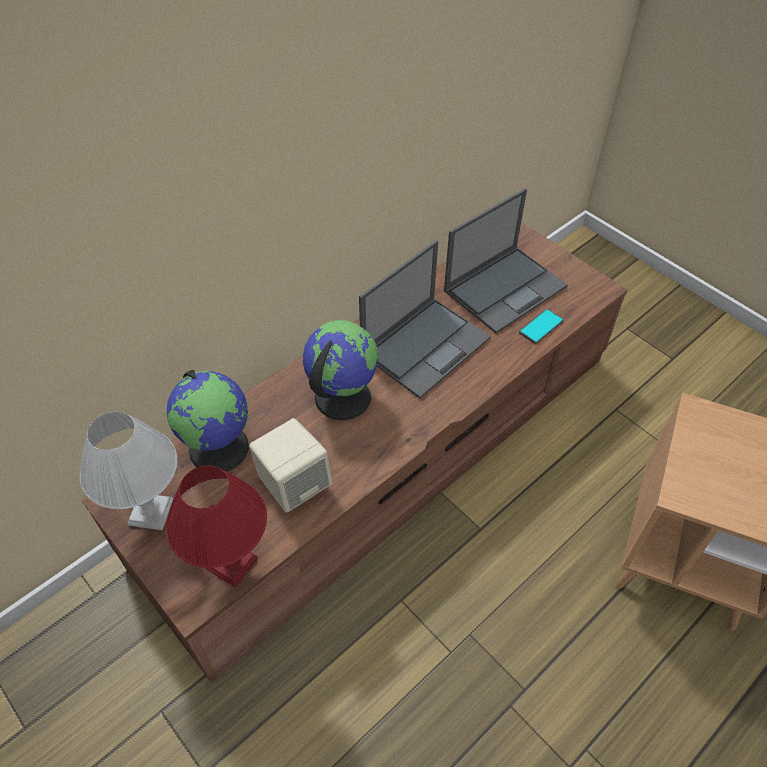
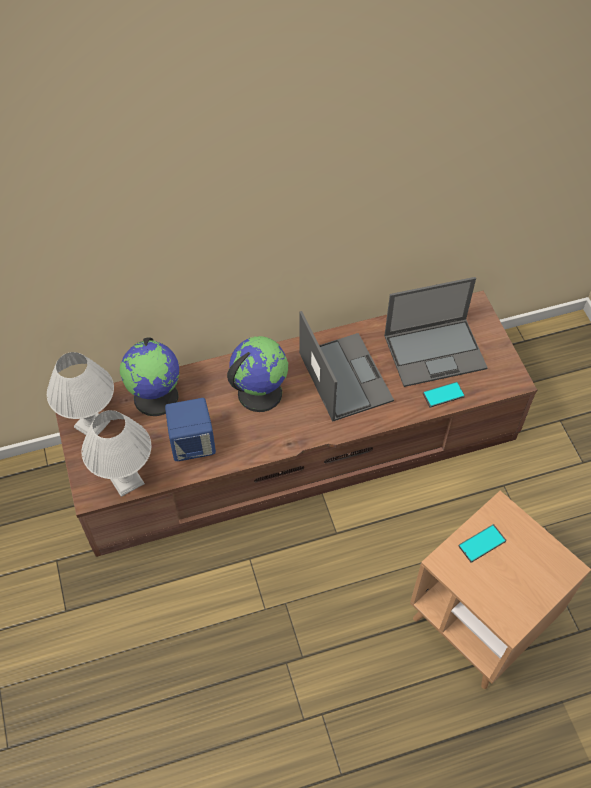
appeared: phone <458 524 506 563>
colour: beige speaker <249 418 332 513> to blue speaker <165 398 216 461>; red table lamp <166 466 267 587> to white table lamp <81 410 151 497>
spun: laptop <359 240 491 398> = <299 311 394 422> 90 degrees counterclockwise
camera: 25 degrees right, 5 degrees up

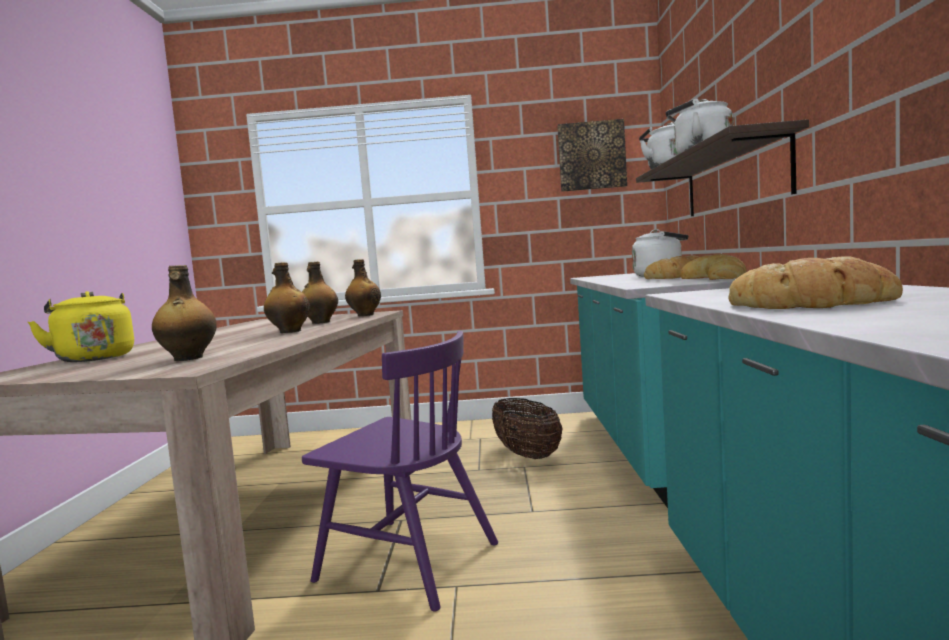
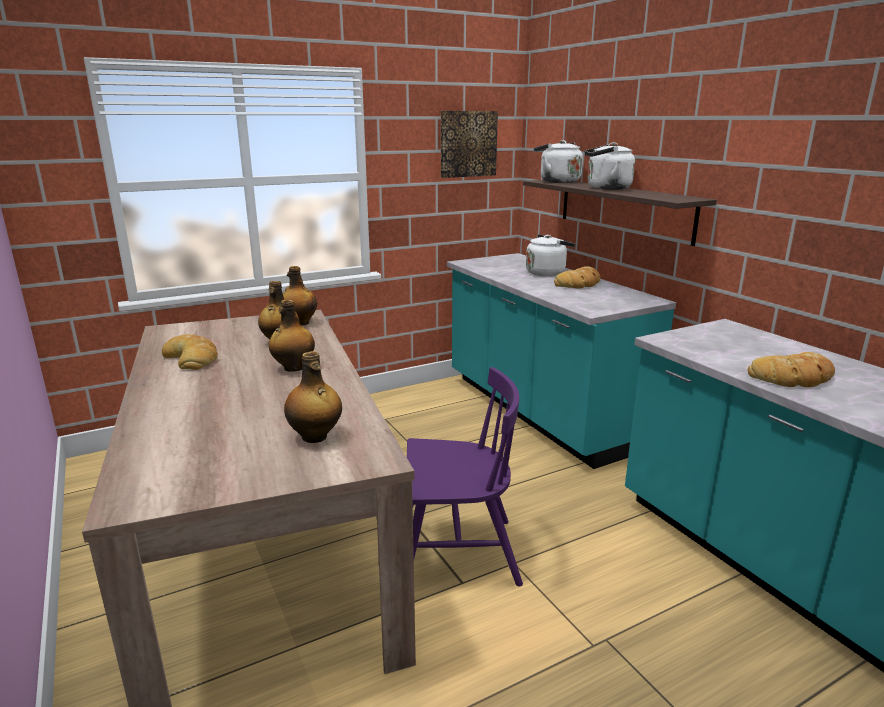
missing: yellow kettle <28 291 134 362>; basket <492 398 563 460>
relocated: bread <680 254 747 280> to <162 334 218 370>
camera: 30 degrees left, 15 degrees up

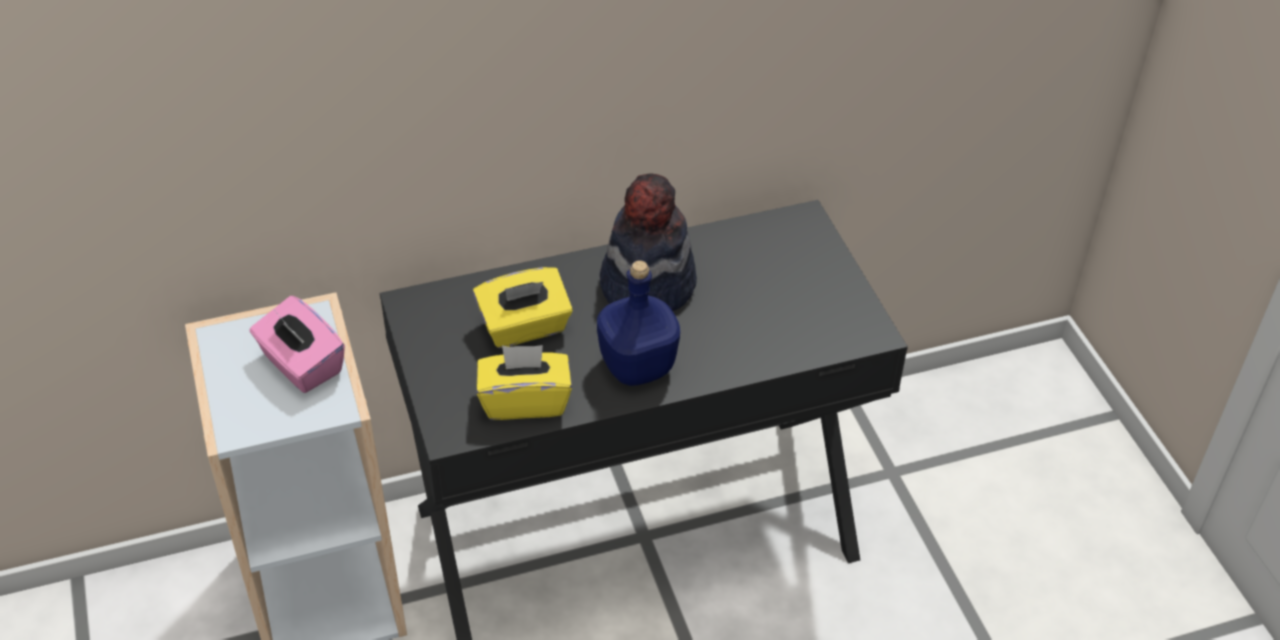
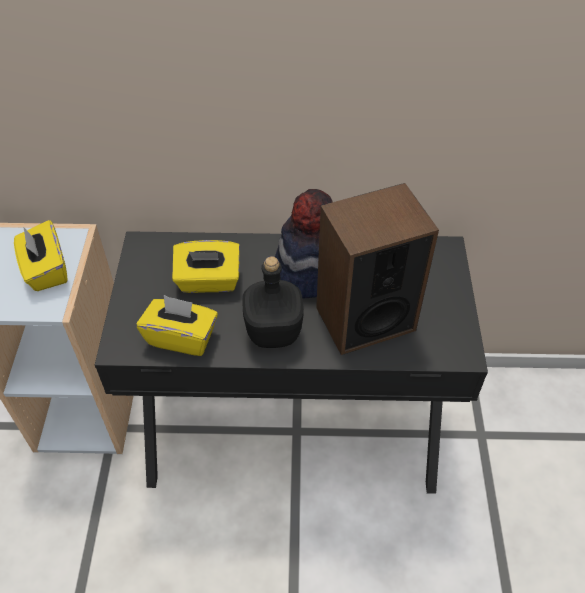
appeared: speaker <316 183 439 355>
colour: blue bottle <597 260 680 386> to black bottle <242 256 304 348>; pink tissue box <249 296 345 393> to yellow tissue box <14 220 68 291>
camera: 20 degrees right, 5 degrees up

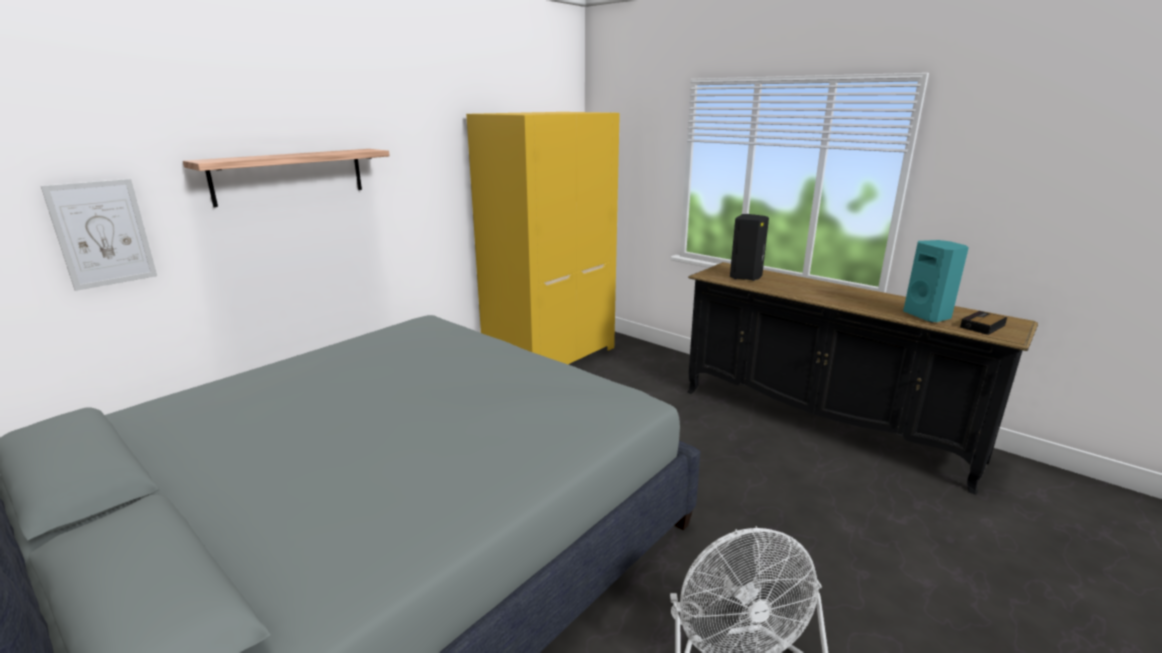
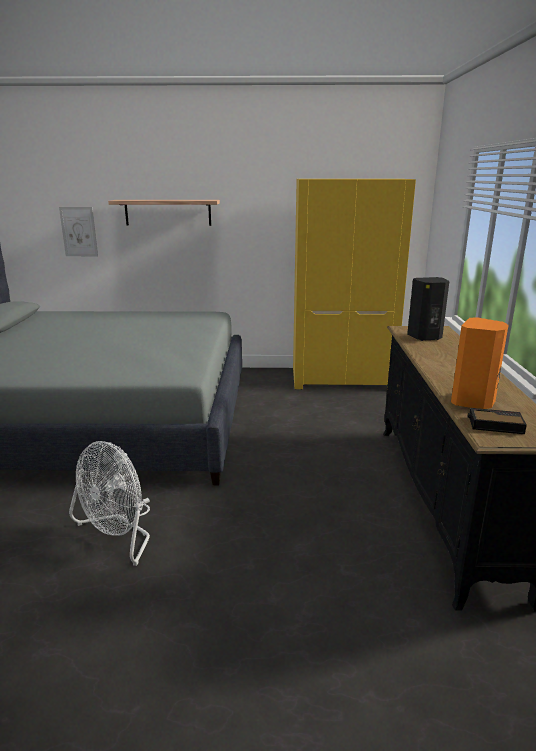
colour: turquoise speaker <903 240 969 322> to orange speaker <451 317 509 409>
camera: 50 degrees right, 0 degrees up

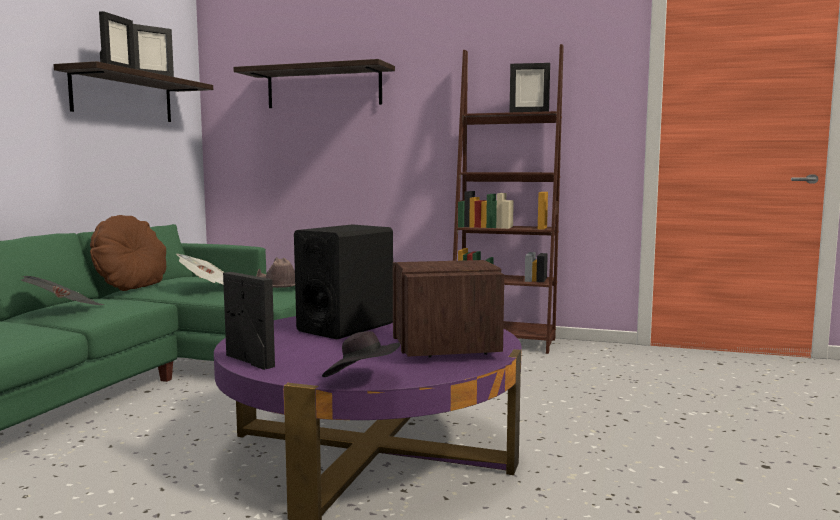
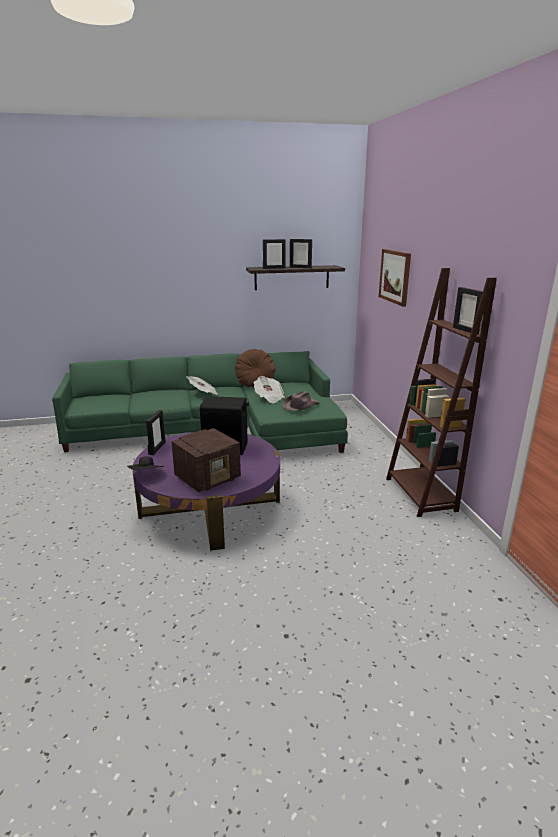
exchanged: shelf <233 59 395 108> to picture <379 249 411 307>
camera: 60 degrees right, 15 degrees up

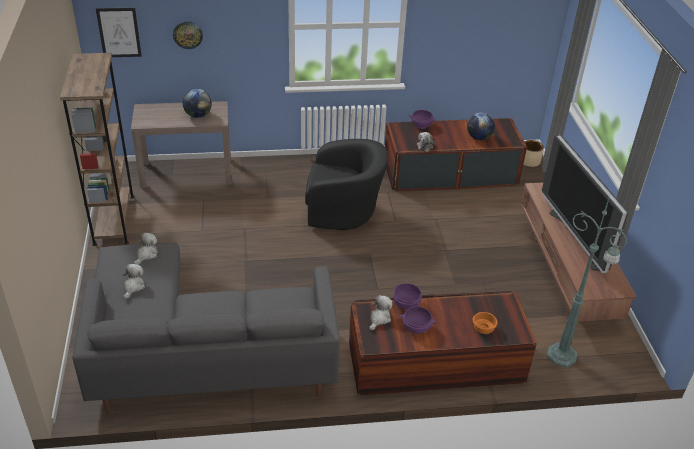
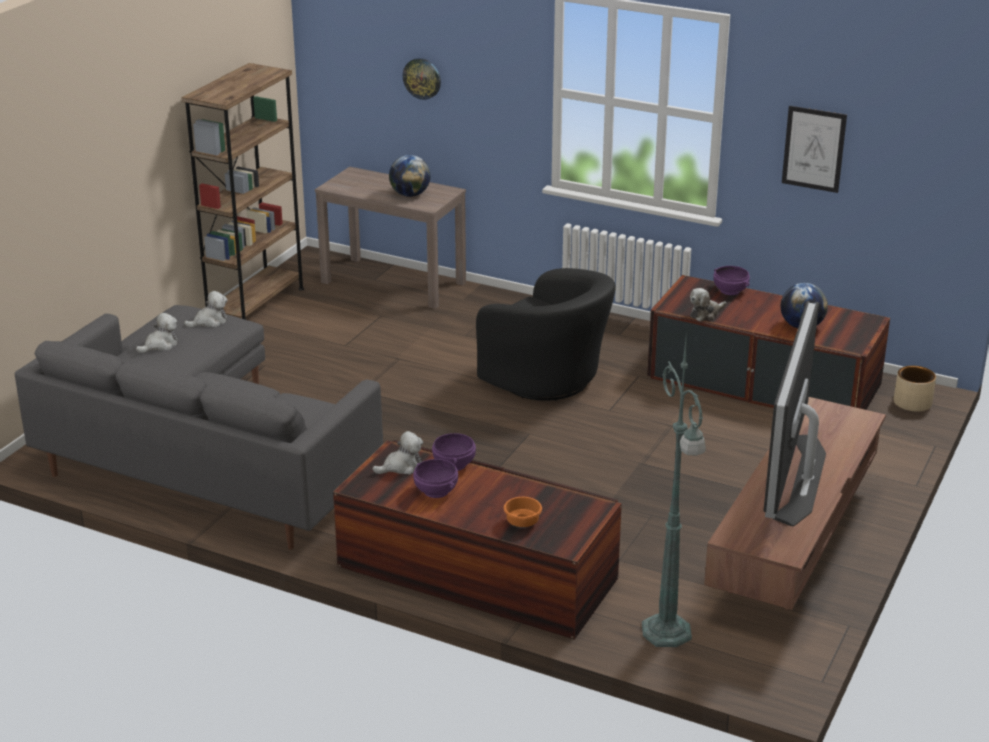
relocated: picture <96 8 142 57> to <782 106 847 193>
camera: 35 degrees right, 10 degrees down

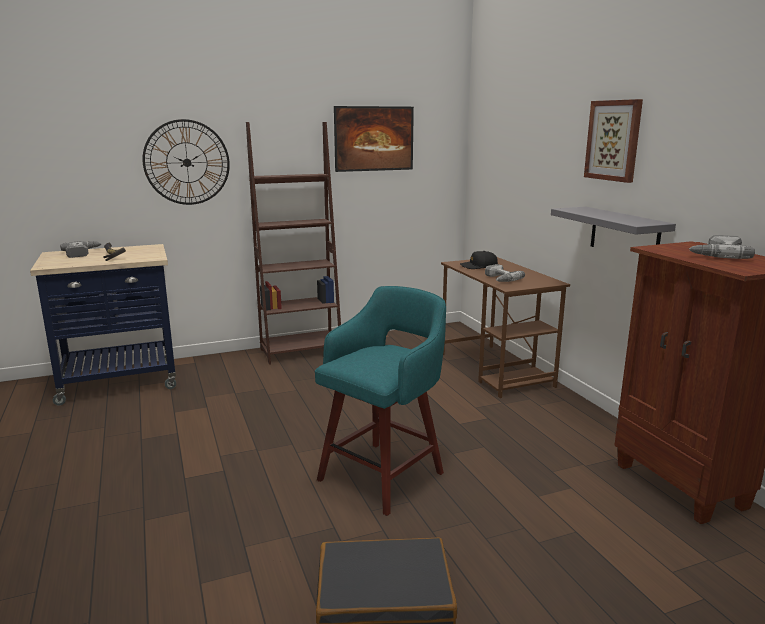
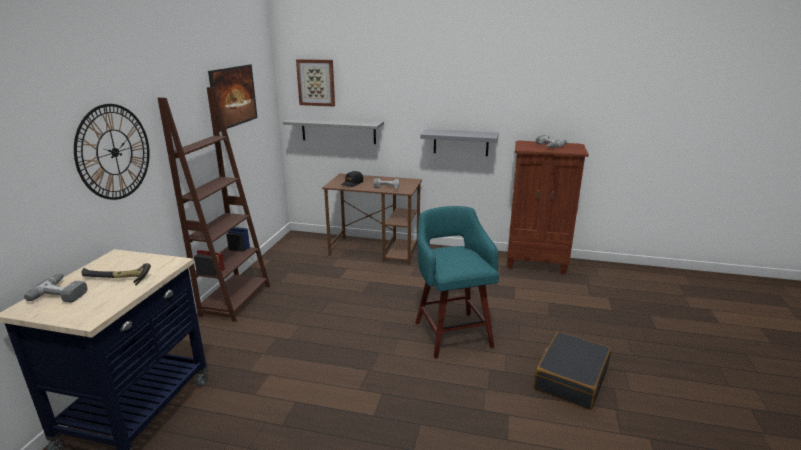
appeared: grey shelf <283 117 384 144>
relocated: picture <584 99 643 183> to <296 59 335 107>
camera: 55 degrees left, 5 degrees up

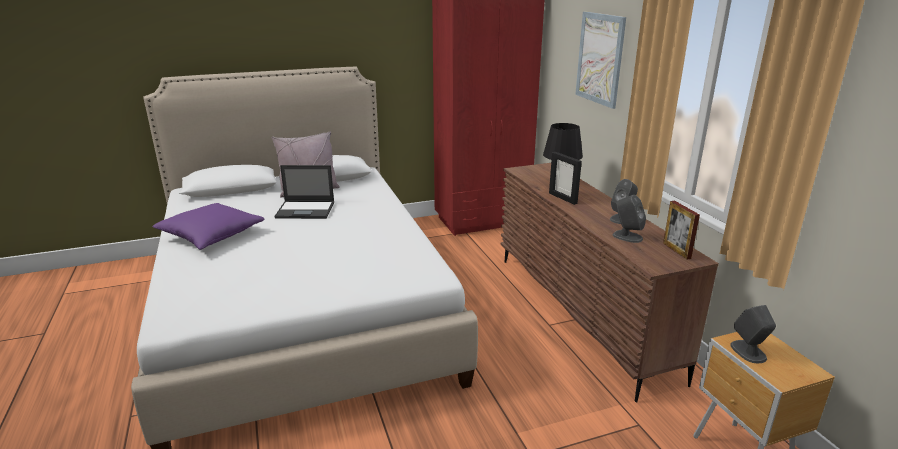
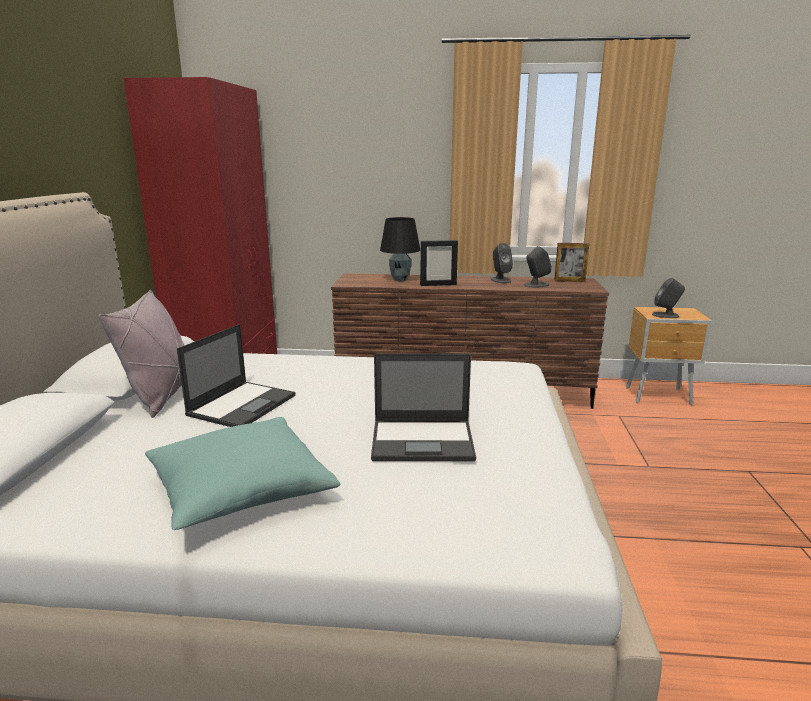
missing: picture <575 12 626 109>
appeared: laptop <371 354 476 461>
colour: purple pillow <152 203 264 250> to turquoise pillow <145 417 340 530>
camera: 65 degrees left, 5 degrees down

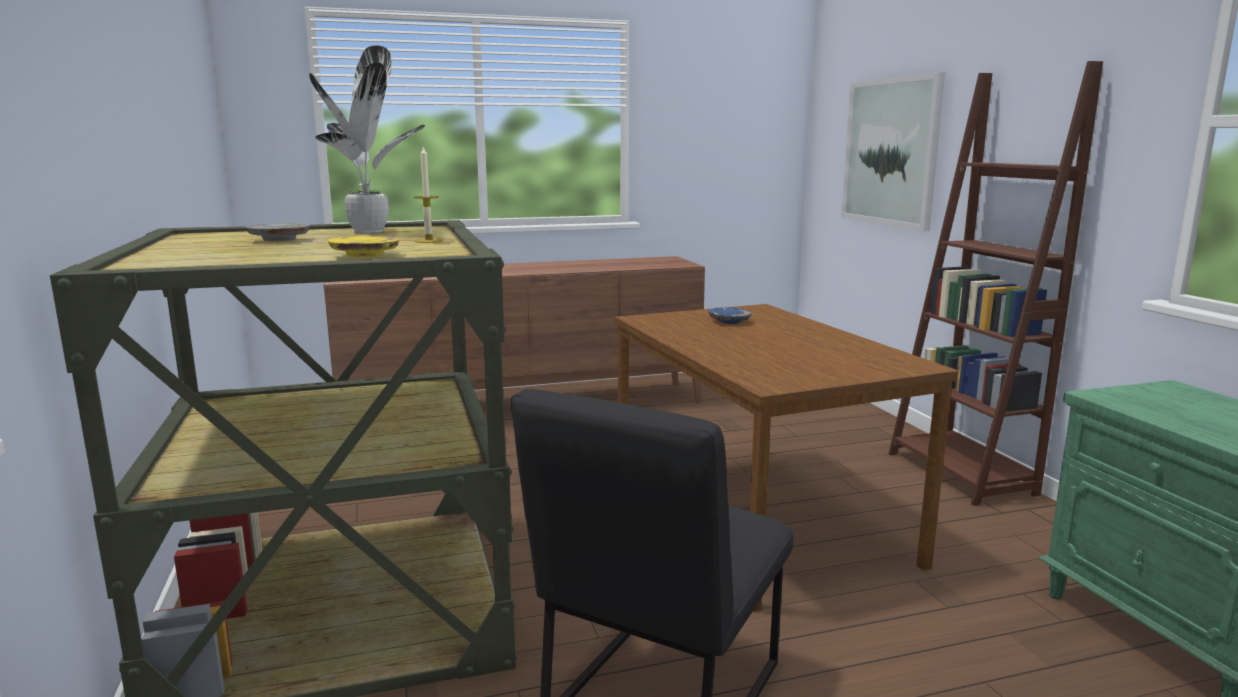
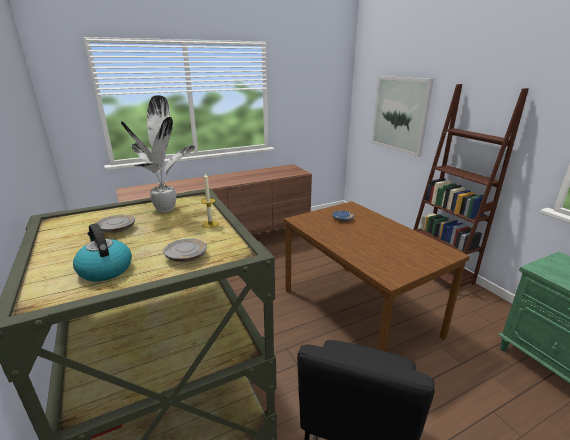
appeared: kettle <73 223 132 281>
colour: yellow plate <327 236 400 257> to grey plate <163 238 207 262>
camera: 10 degrees left, 10 degrees up

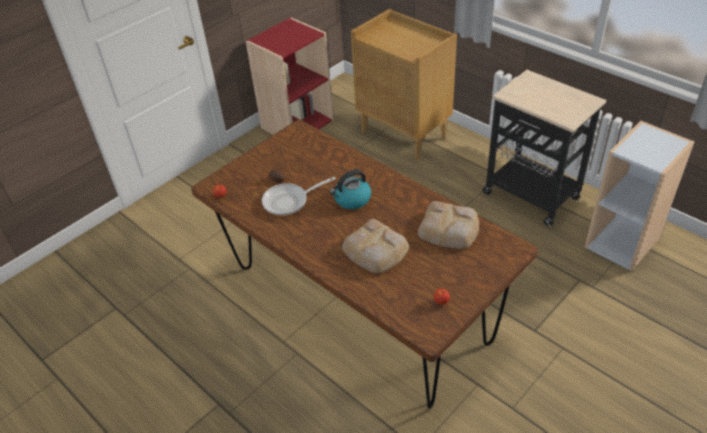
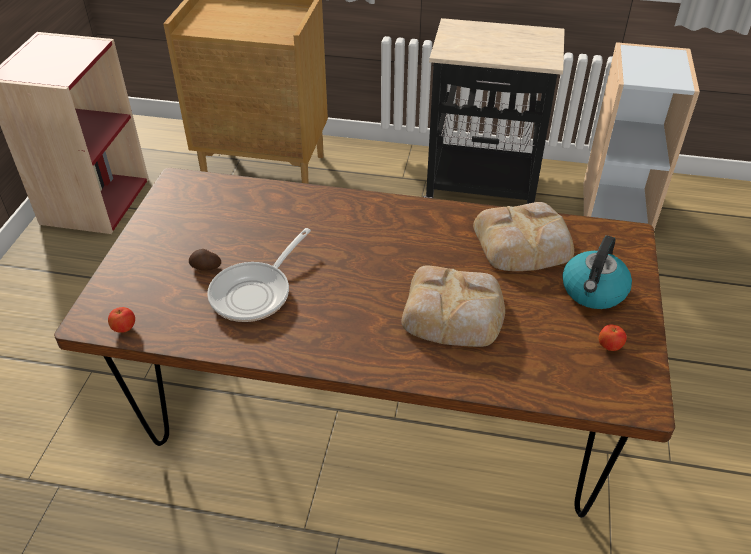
relocated: kettle <330 170 371 209> to <562 236 632 309>
camera: 35 degrees left, 0 degrees up

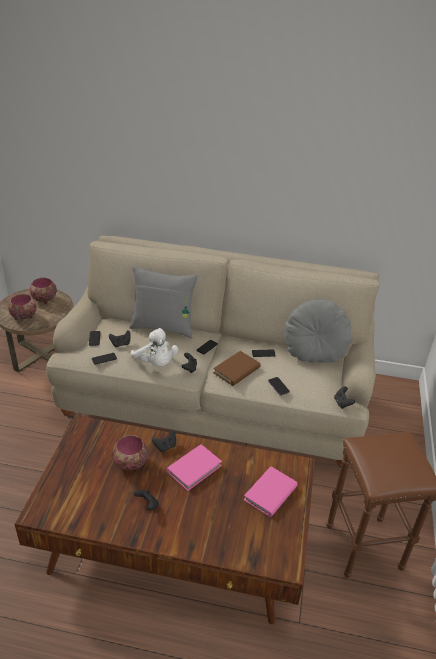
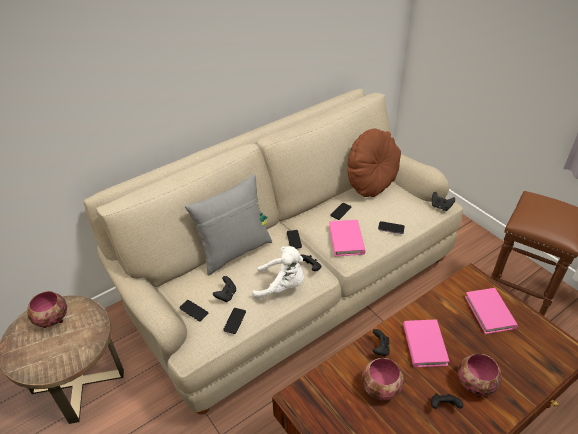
relocated: bowl <8 294 37 320> to <458 354 502 397>
colour: grey pillow <284 300 353 363> to brown pillow <347 128 401 197>; brown book <213 351 261 386> to pink book <329 220 365 256>
camera: 45 degrees left, 5 degrees up

